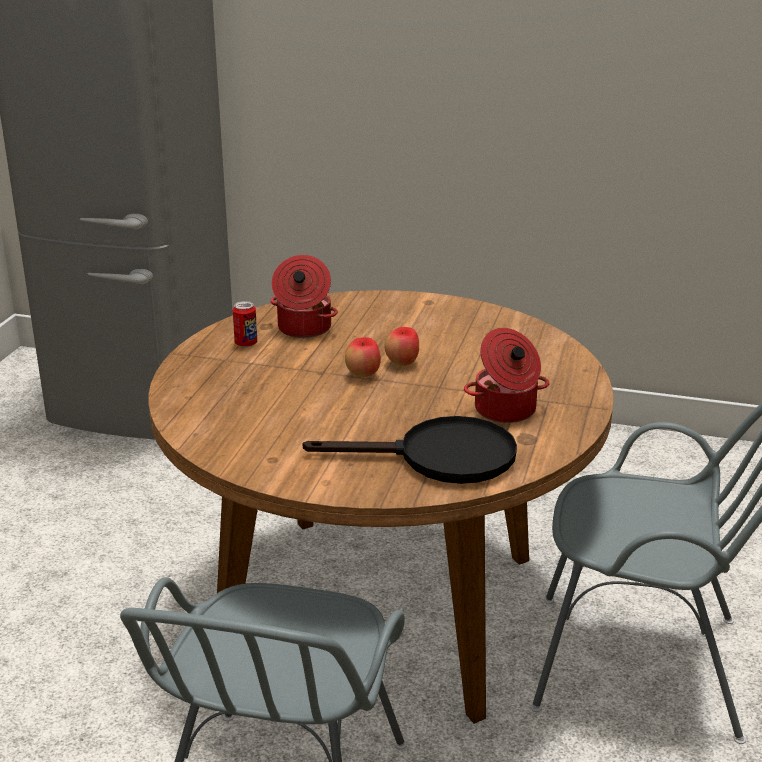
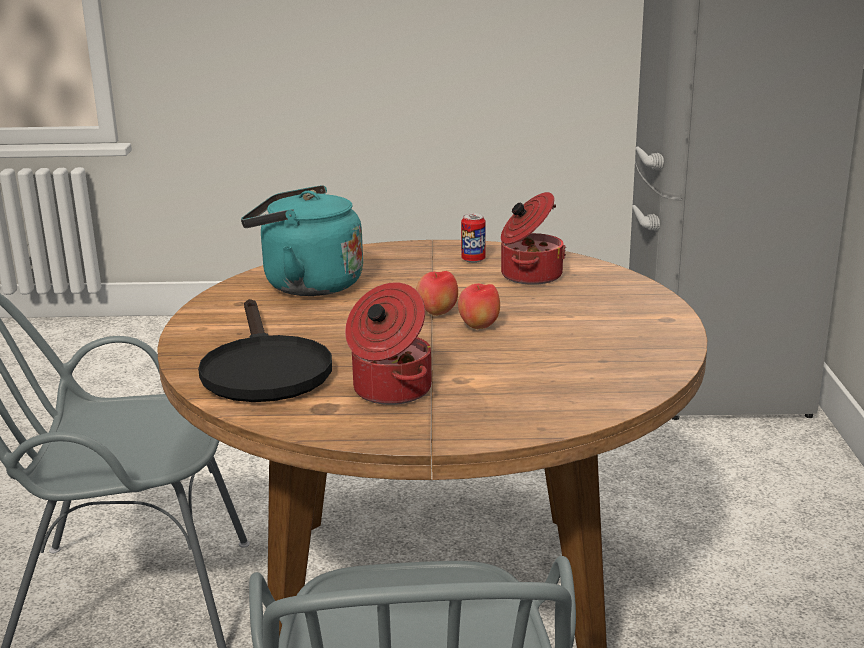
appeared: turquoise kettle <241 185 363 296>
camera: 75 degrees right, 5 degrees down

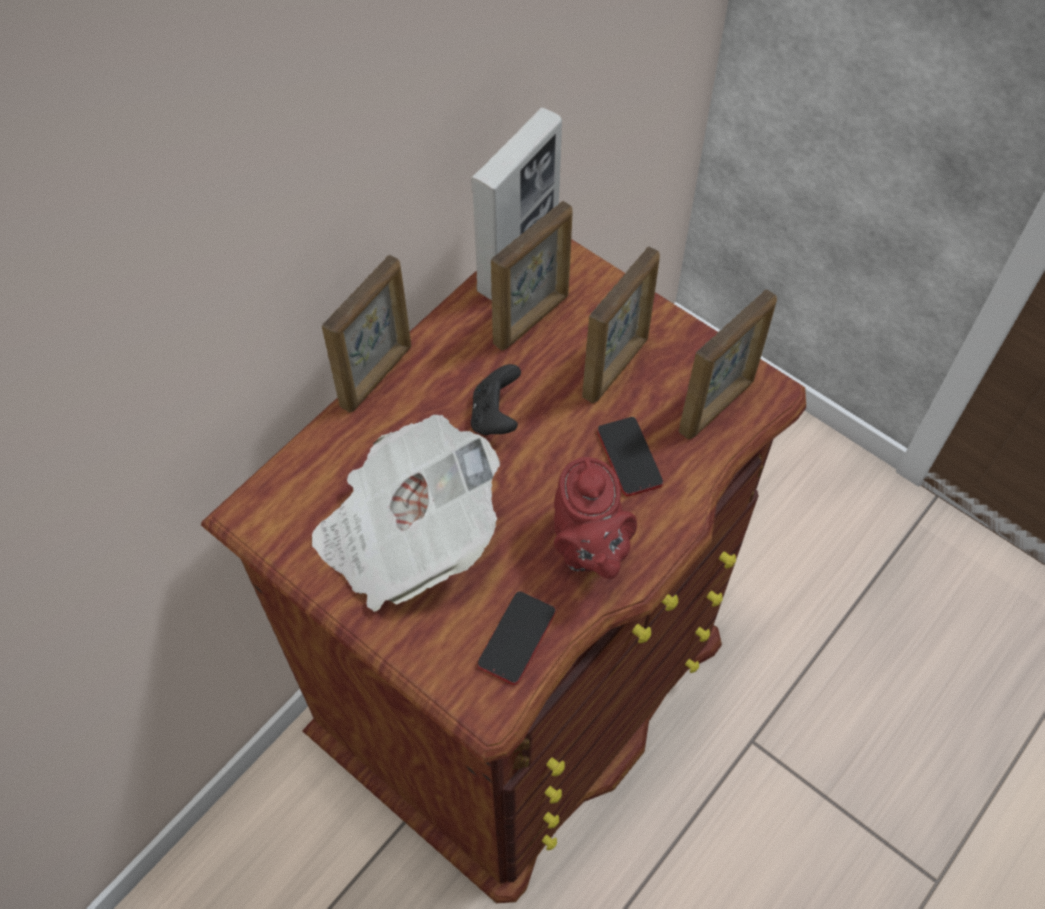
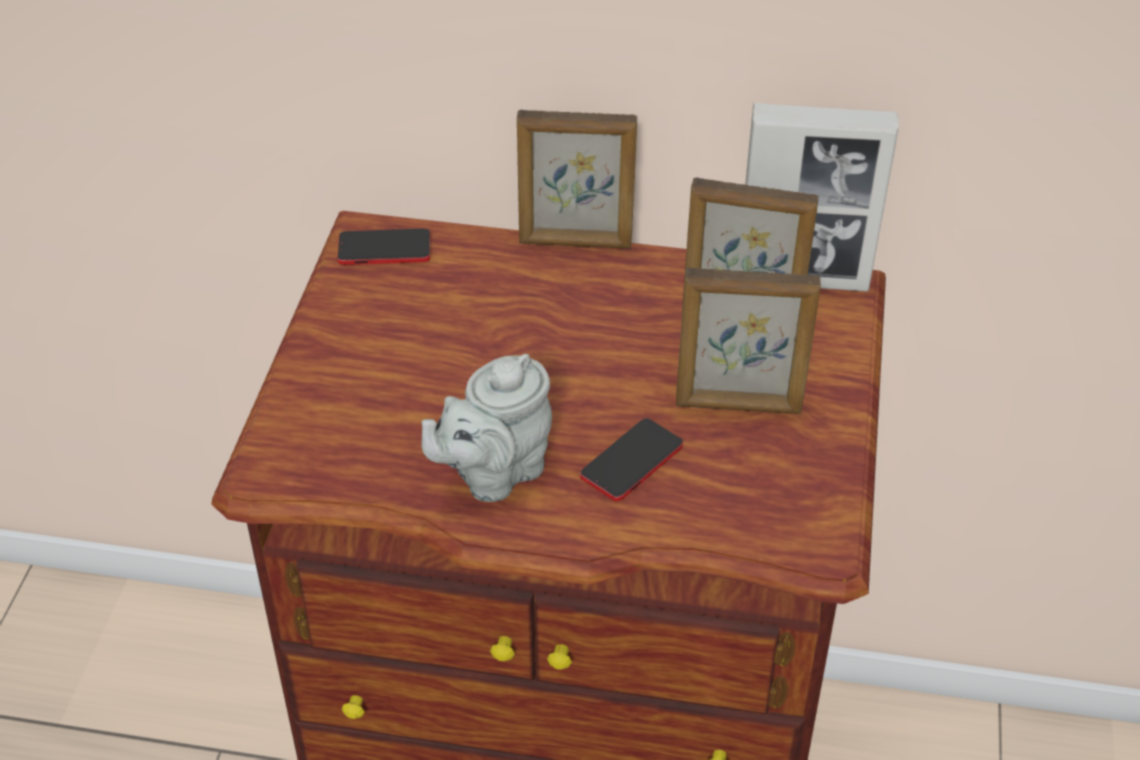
missing: picture frame <679 289 777 439>; black game controller <471 364 521 435>; newspaper <312 415 500 612>
relocated: phone <478 591 555 685> to <337 229 430 265>
colour: red teapot <554 457 637 579> to grey teapot <422 354 552 502>
camera: 60 degrees right, 15 degrees down

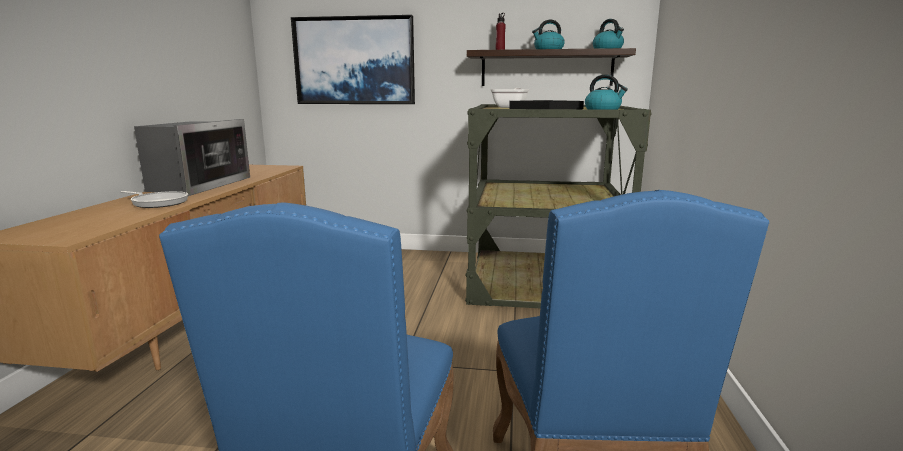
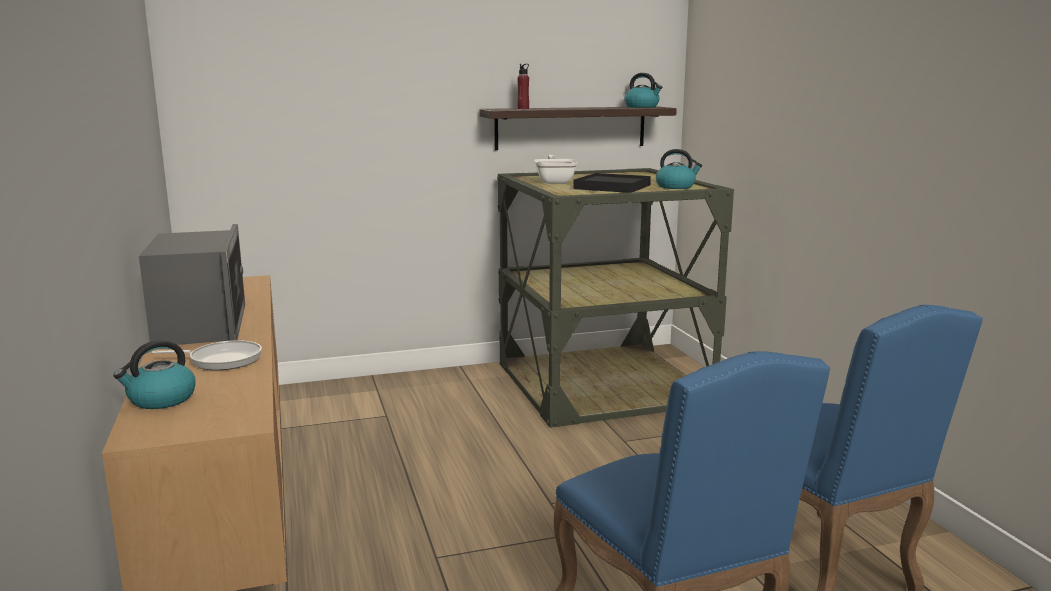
missing: picture <291 15 415 104>
relocated: kettle <532 20 565 49> to <113 340 195 409>
camera: 25 degrees left, 0 degrees up

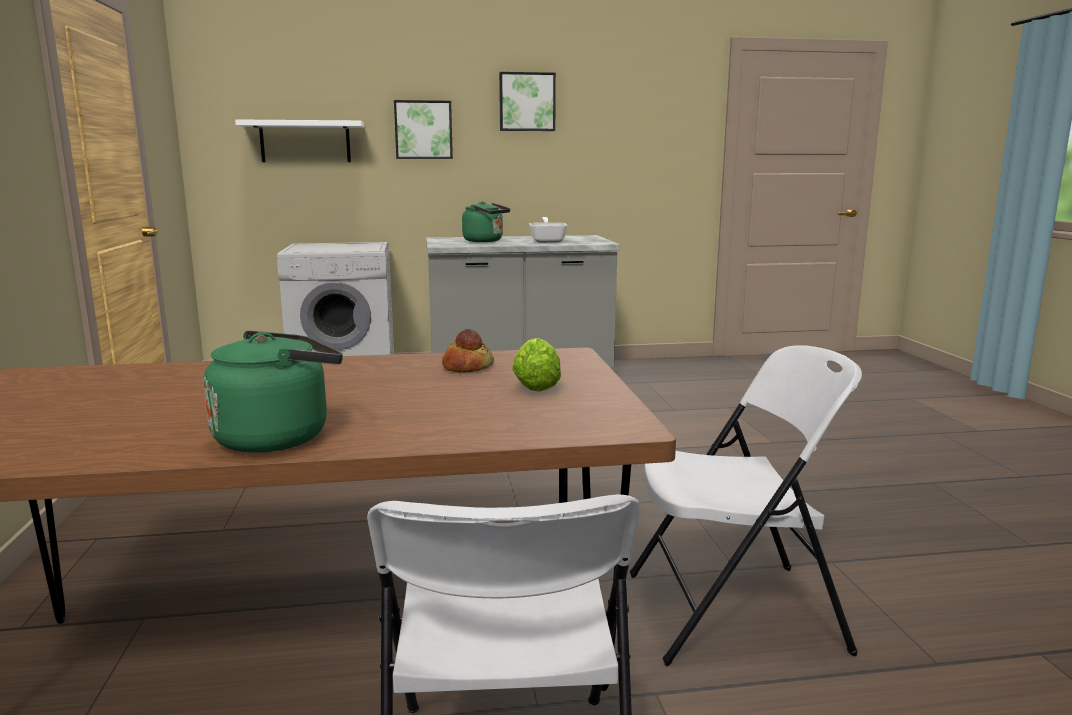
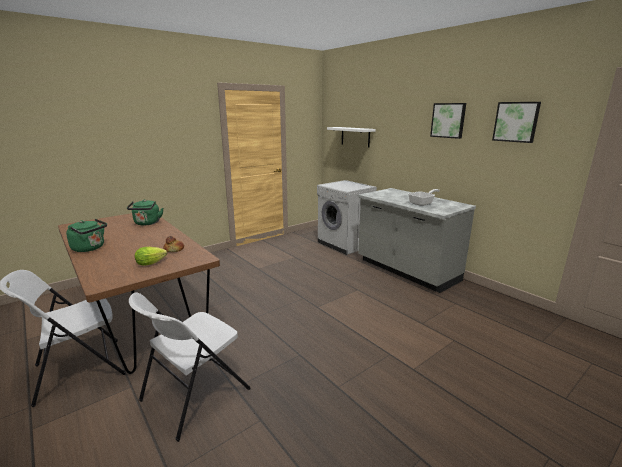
relocated: picture <394 100 453 159> to <492 102 541 143>; green kettle <462 201 510 242> to <127 199 163 225>
spun: white chair <630 345 862 666> = <129 292 251 442> 75 degrees clockwise
camera: 60 degrees right, 5 degrees up

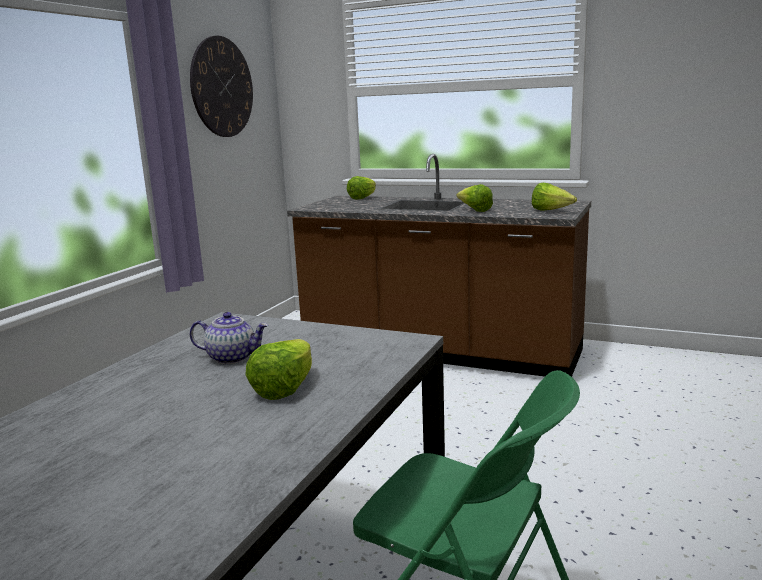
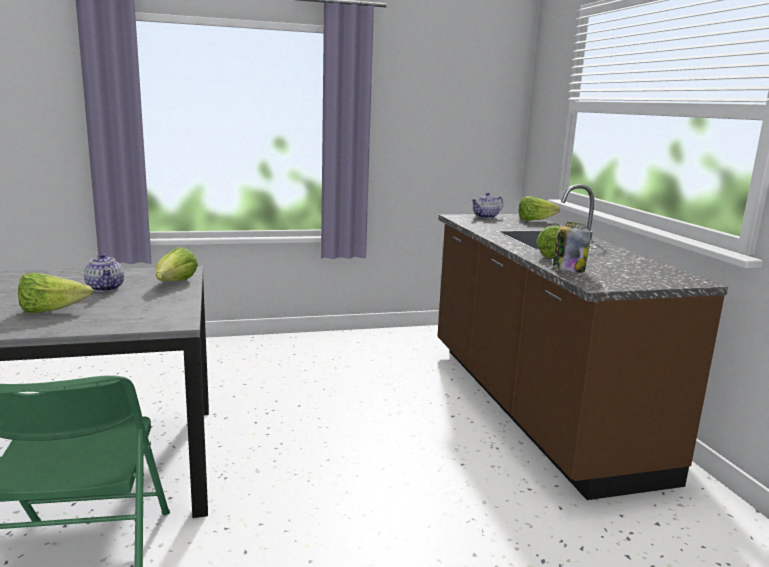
missing: wall clock <190 36 253 137>
appeared: teapot <472 192 503 219>; jar <552 222 591 273>
relocated: lettuce <532 183 577 211> to <156 247 198 281>
camera: 50 degrees right, 0 degrees up

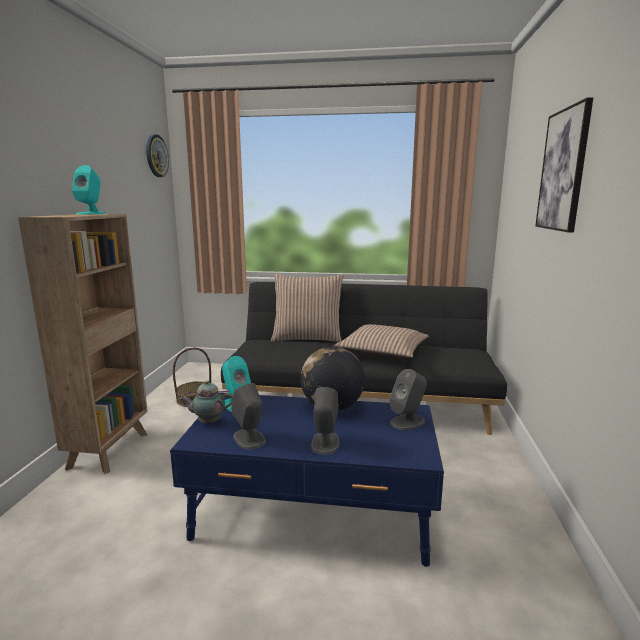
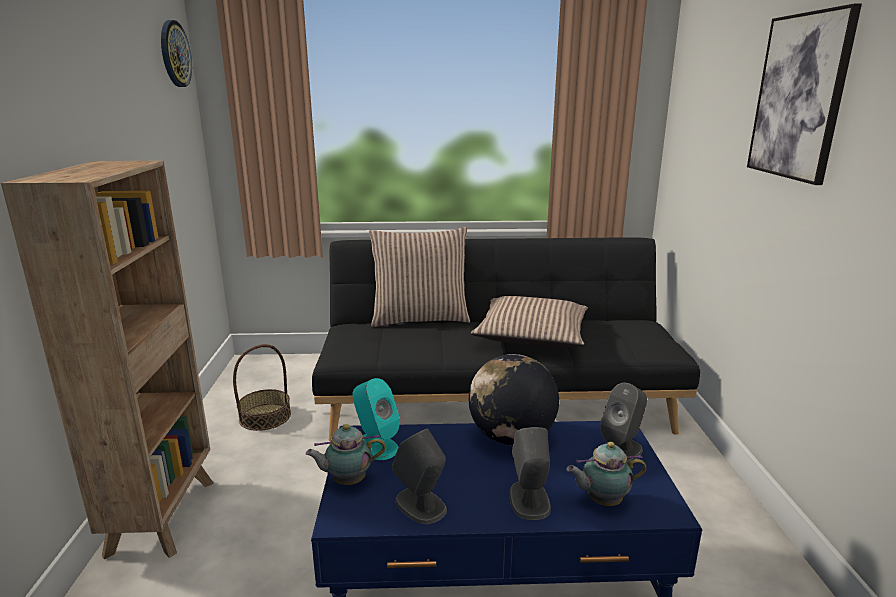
missing: turquoise speaker <72 165 106 215>
appeared: teapot <566 442 646 506>
camera: 10 degrees left, 5 degrees up

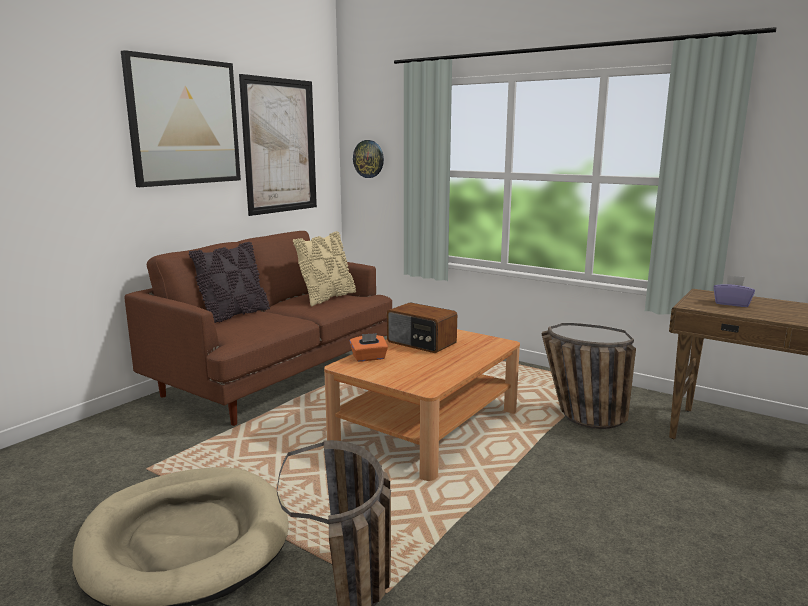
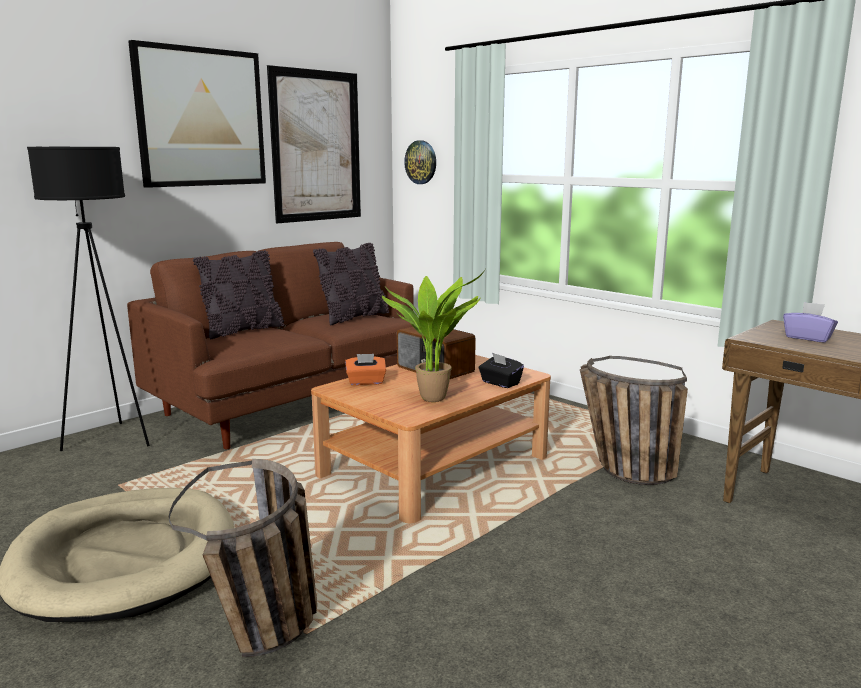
appeared: black floor lamp <27 147 150 451>; potted plant <382 269 486 402>; black tissue box <479 353 524 388>
colour: beige pillow <293 231 356 307> to black pillow <313 243 389 325>
camera: 10 degrees right, 0 degrees up

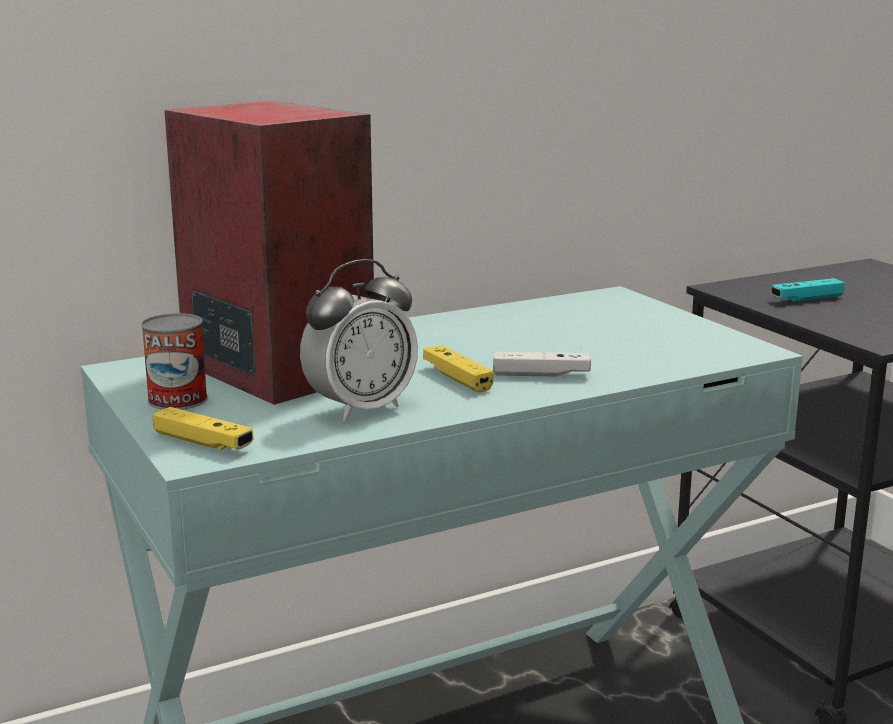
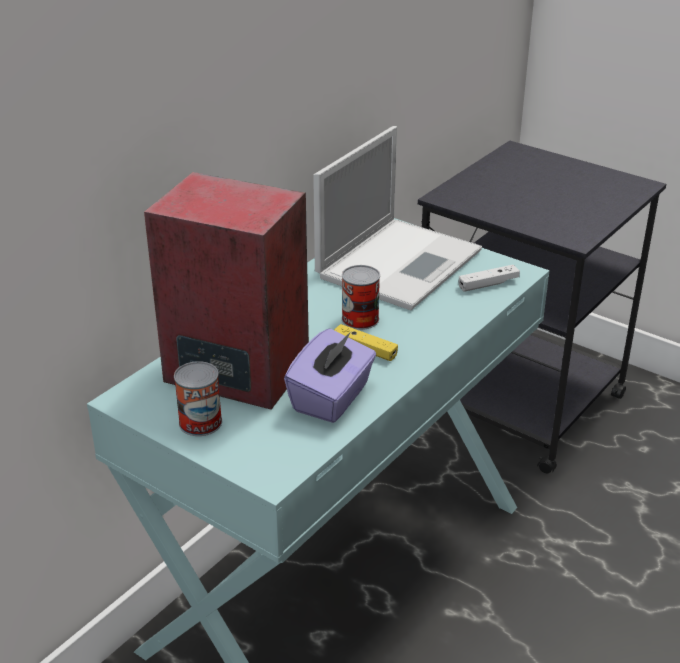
missing: turquoise game controller <771 278 845 302>; yellow game controller <153 407 254 450>
appeared: laptop <313 126 482 310>; can <342 265 380 330>
relocated: white game controller <493 352 591 377> to <459 265 520 292>
exchanged: alarm clock <300 259 418 422> to purple tissue box <284 328 376 423>
camera: 25 degrees left, 15 degrees up

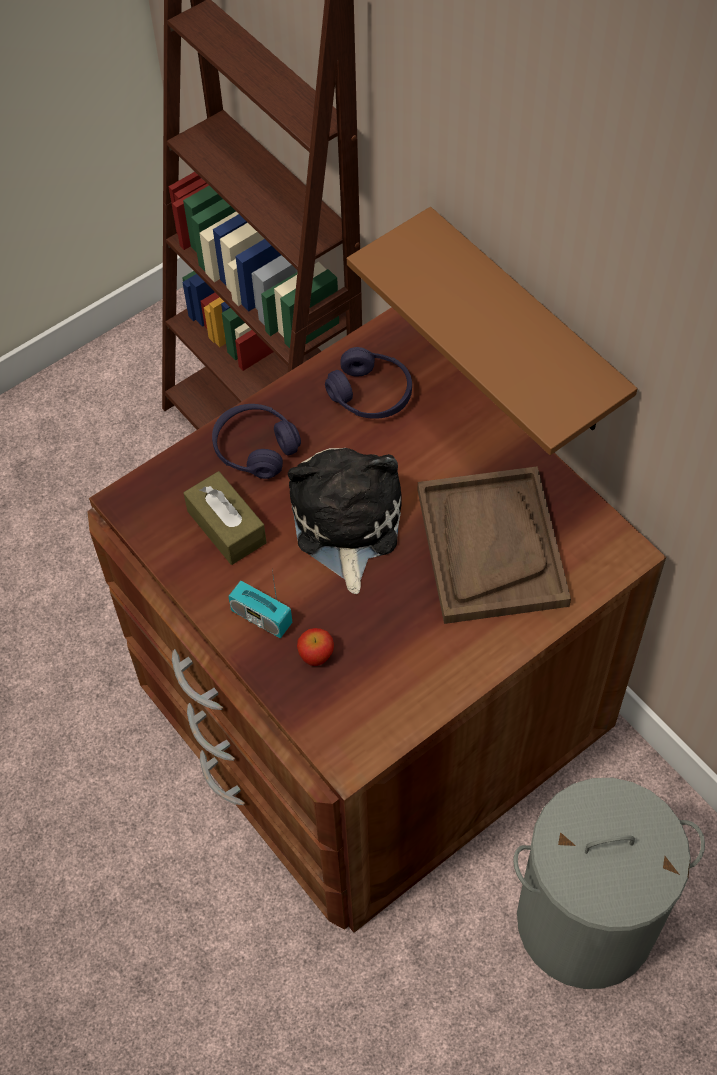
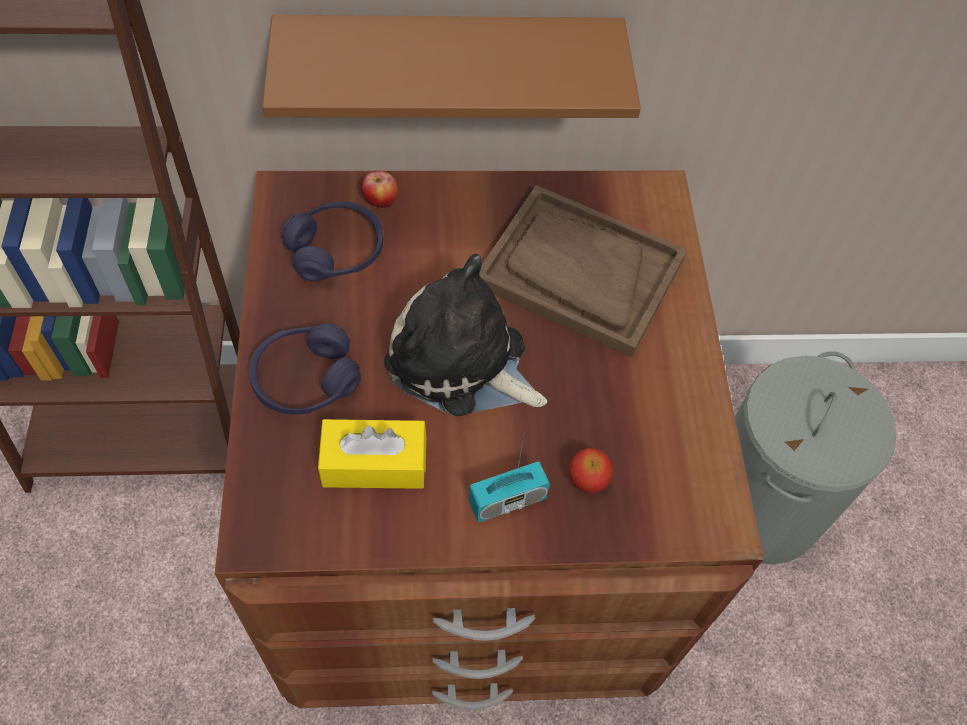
appeared: apple <362 171 398 208>
colour: brown tissue box <184 471 267 565> to yellow tissue box <318 419 426 489>
camera: 60 degrees left, 0 degrees up

